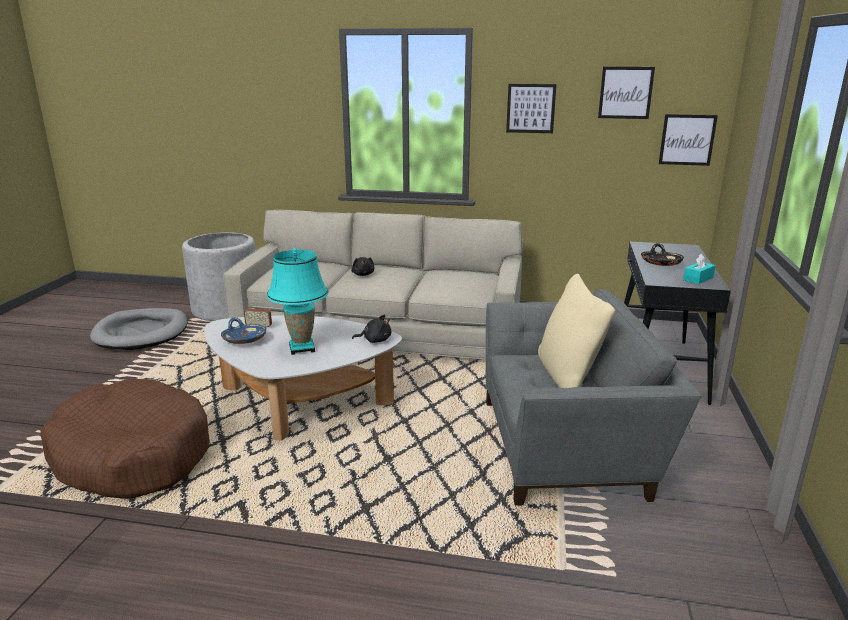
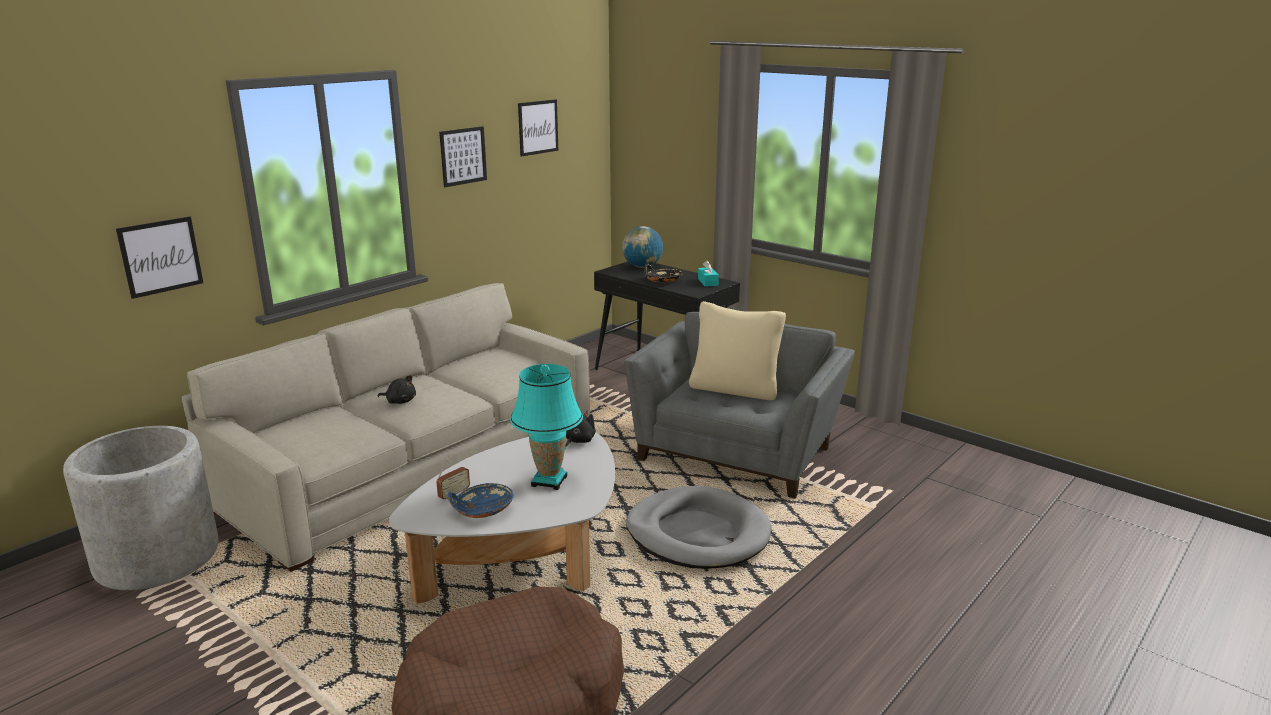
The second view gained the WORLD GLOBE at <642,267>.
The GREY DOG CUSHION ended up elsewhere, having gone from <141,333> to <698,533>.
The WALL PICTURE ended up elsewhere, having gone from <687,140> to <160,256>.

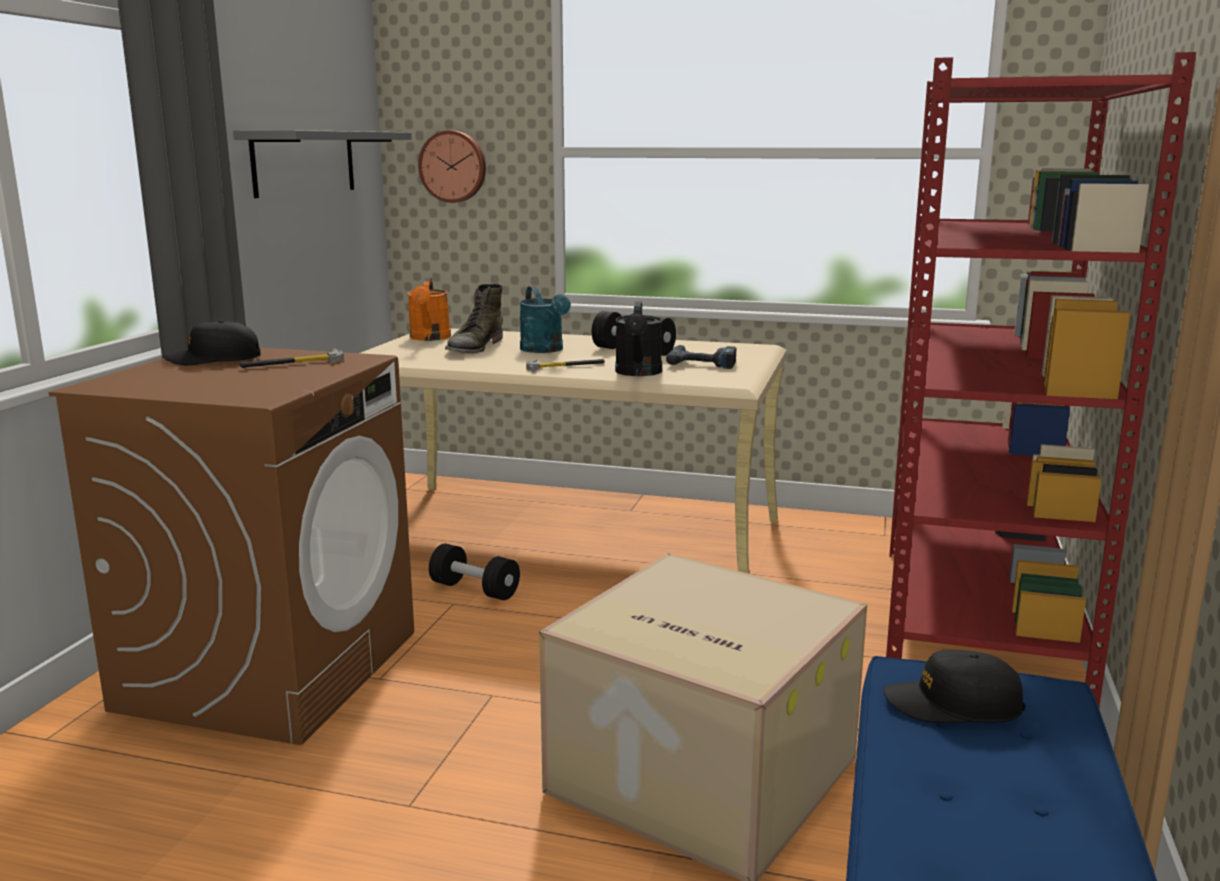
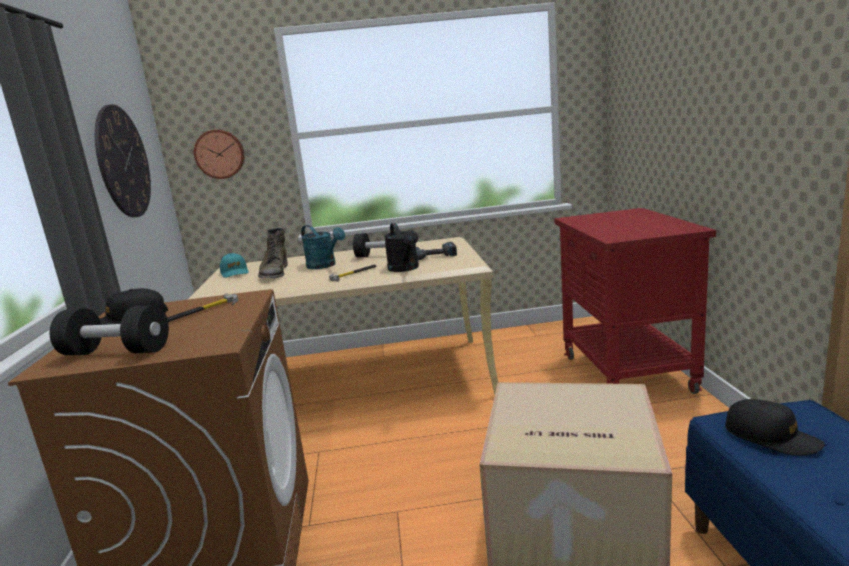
The BLACKISH DUMBBELL ended up elsewhere, having gone from <474,590> to <116,352>.
Where the GREY BRACKET SHELF hung at <304,162>, the HANGING CLOCK came to hang at <123,162>.
Where the ORANGE SPRINKLING CAN stood at <429,338>, the TURQUOISE CAP came to stand at <235,272>.
Where the REDDISH BOOKSHELF stood at <975,623>, the REDDISH CART came to stand at <627,375>.
The BLACKISH CAP at <952,705> ended up facing another way, 120 degrees counterclockwise from before.

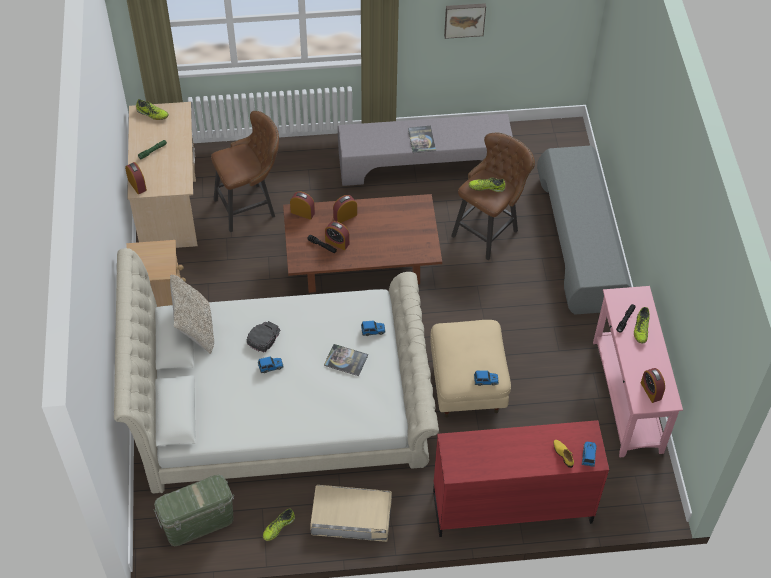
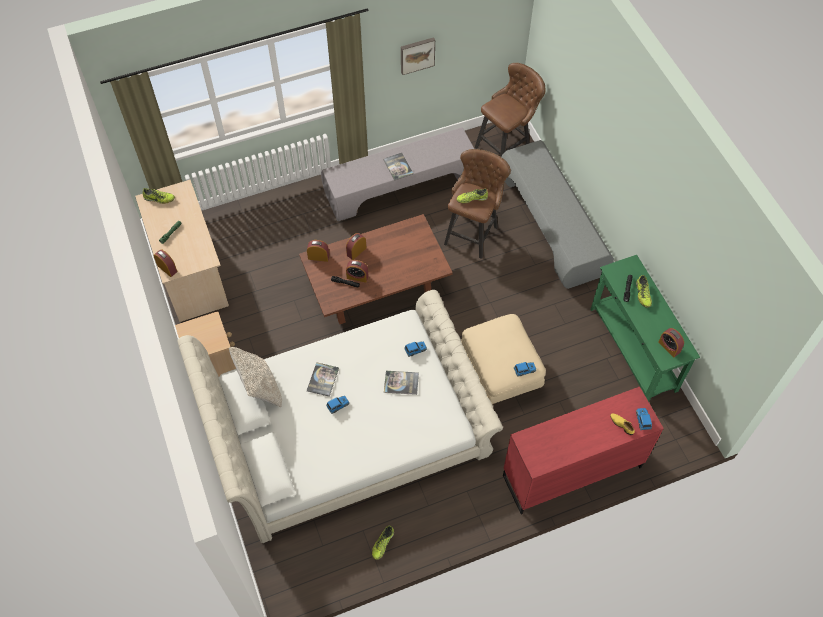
The second view lost the GREEN-COLOURED STORAGE CONTAINER at <198,522>.
The second view lost the BEIGE STORAGE CONTAINER at <351,517>.
The BROWN-COLOURED STOOL ended up elsewhere, having gone from <251,205> to <507,145>.
Where the BLACKISH CAP stood at <263,337>, the VOLUME came to stand at <322,379>.
What was the PINK HALL TABLE at <627,397> turned into the GREEN-COLOURED HALL TABLE at <633,349>.

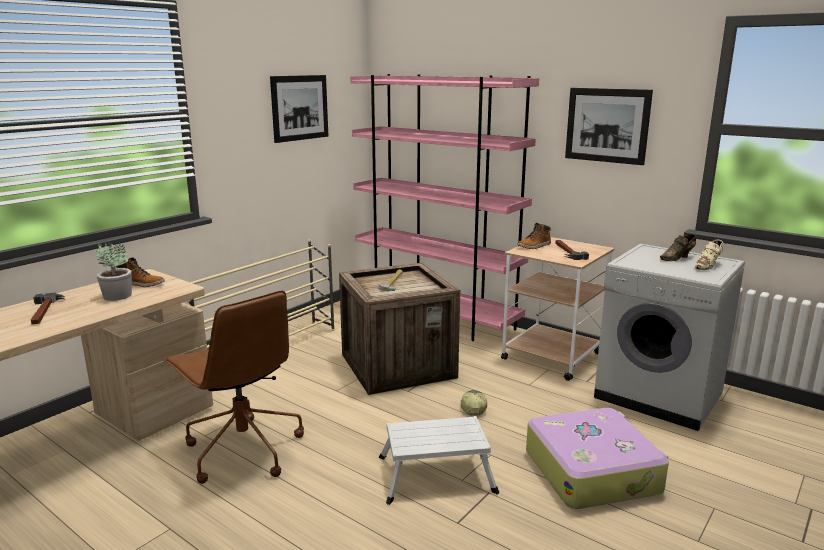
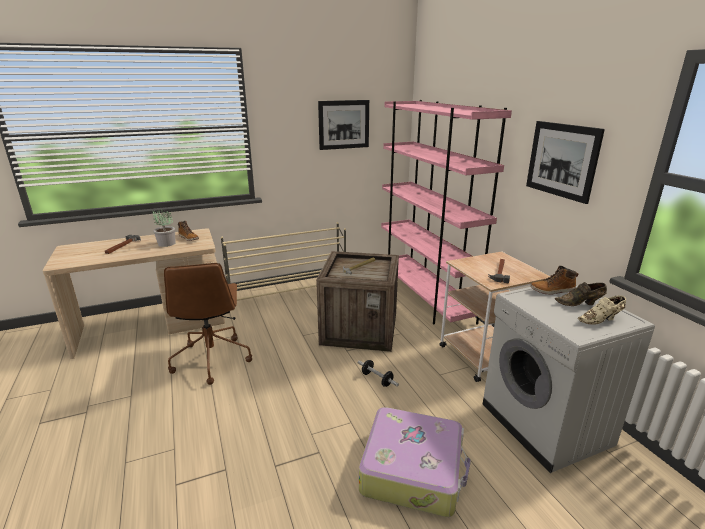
The second view lost the WHITISH STEPLADDER at <437,474>.
The BOOT ended up elsewhere, having gone from <534,246> to <552,290>.
Where the CAP stood at <472,407>, the DUMBBELL came to stand at <377,379>.

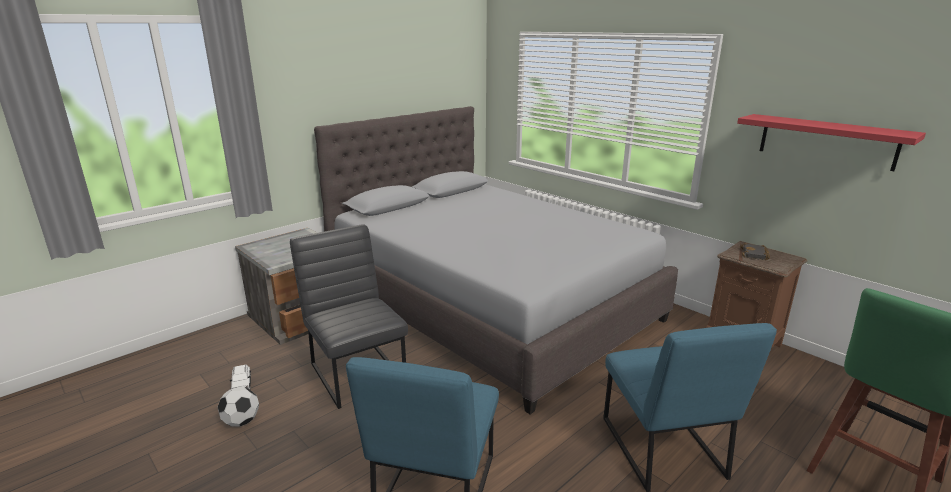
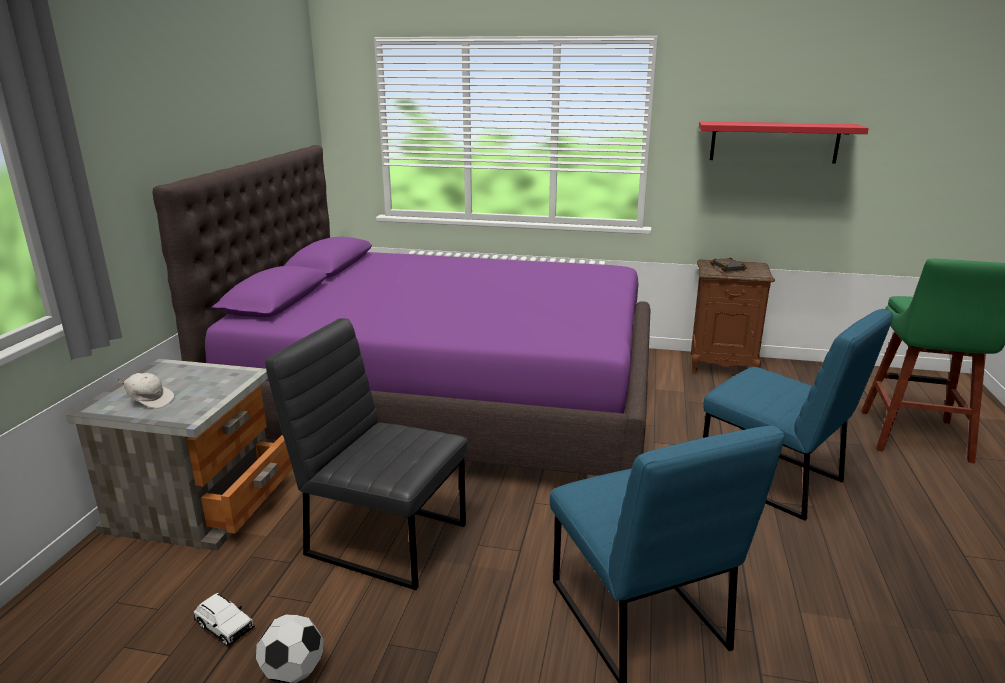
The second view gained the WHITISH CAP at <150,401>.
What was the GREY BEDROOM BED at <489,302> turned into the PURPLE BEDROOM BED at <446,401>.

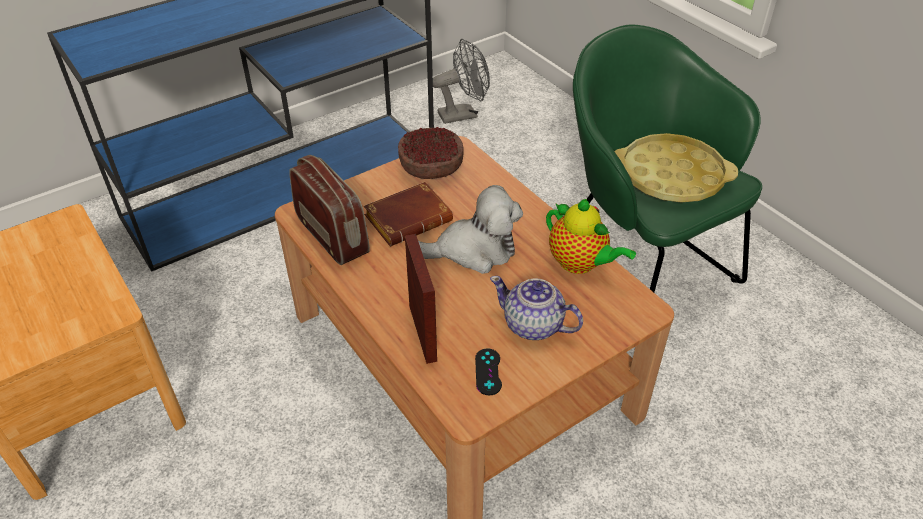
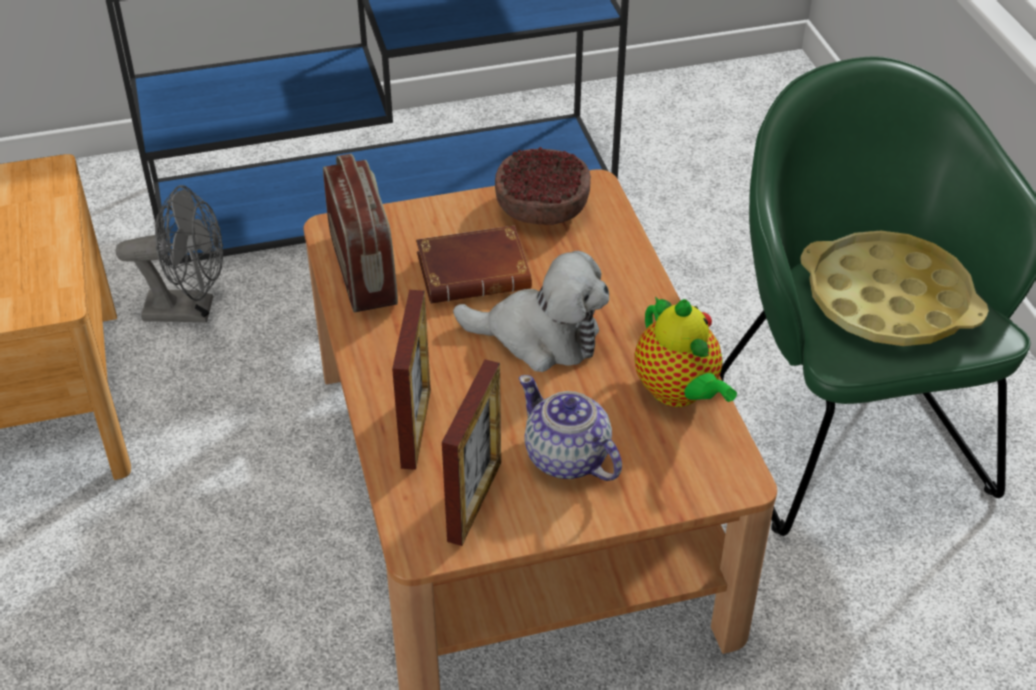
The GREY FAN ended up elsewhere, having gone from <463,114> to <190,310>.
Where the BLACKISH JOYPAD stood at <488,372>, the PICTURE FRAME came to stand at <474,501>.

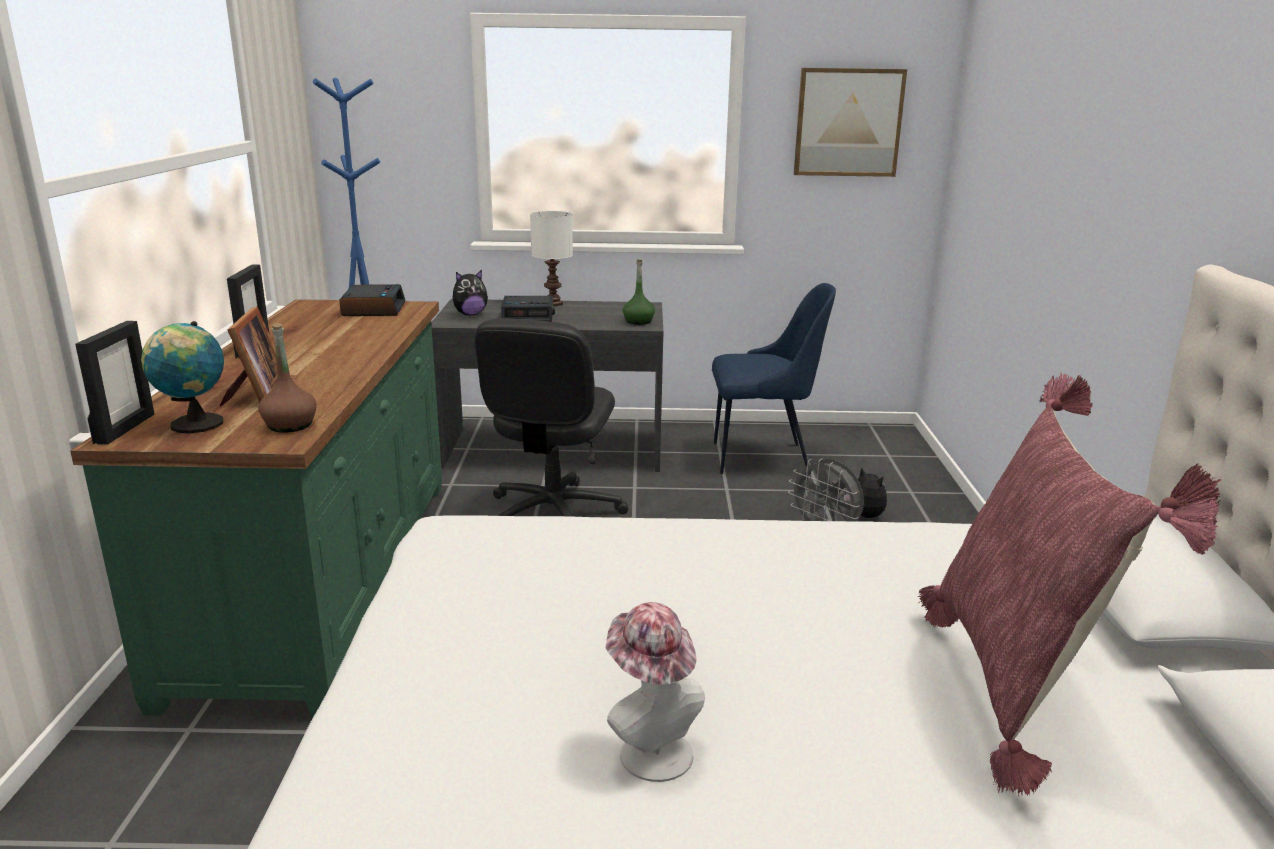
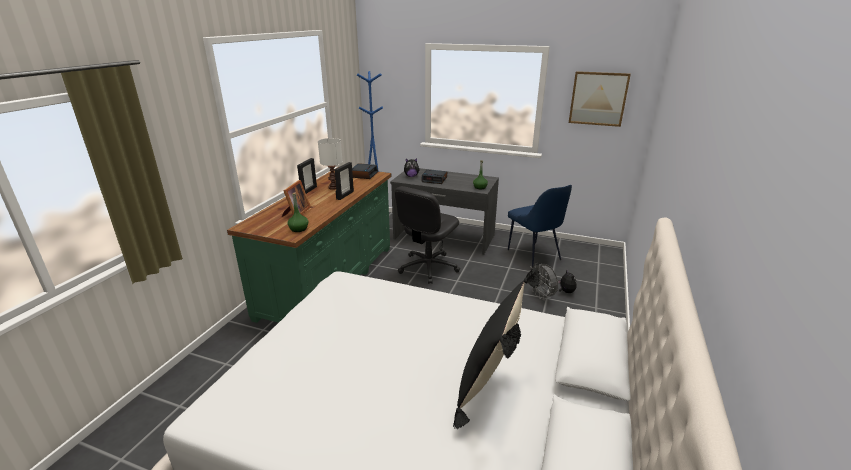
The second view lost the WORLD GLOBE at <193,425>.
The second view lost the WEARABLE HAT at <649,749>.
The PICTURE FRAME ended up elsewhere, having gone from <125,428> to <345,195>.
The WHITISH TABLE LAMP ended up elsewhere, having gone from <553,303> to <334,187>.
What was the BROWN-COLOURED BOTTLE at <290,425> turned into the GREEN-COLOURED BOTTLE at <299,229>.
What was the REDDISH CUSHION at <1016,701> turned into the BLACKISH CUSHION at <493,394>.
The BLUISH UPRIGHT CHAIR at <761,458> ended up facing another way, 45 degrees clockwise from before.

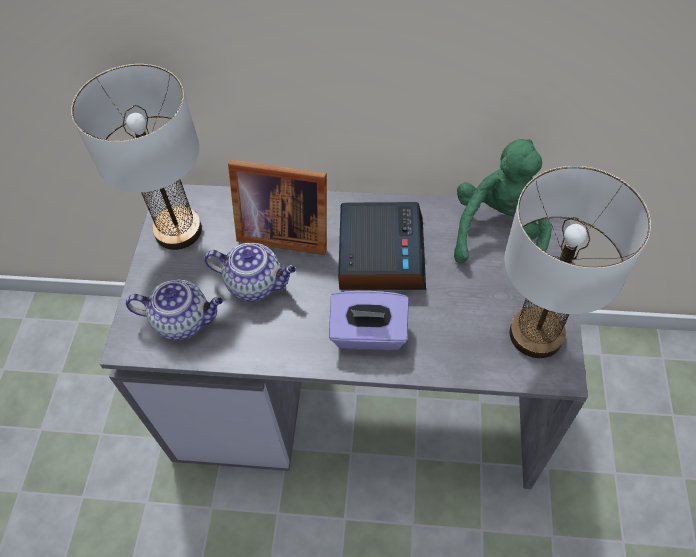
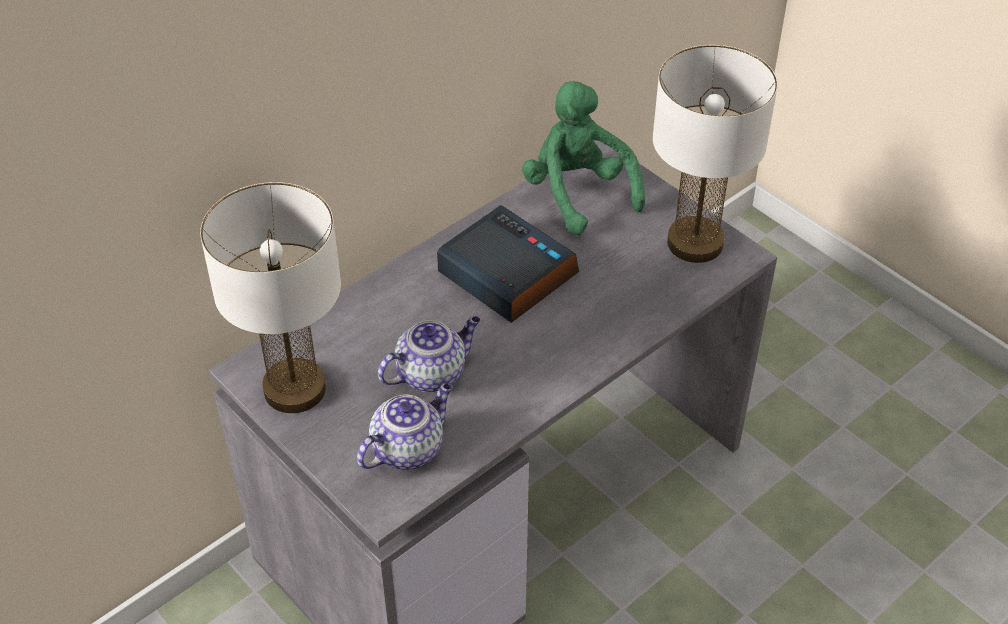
The second view lost the PICTURE FRAME at <282,230>.
The second view lost the PURPLE TISSUE BOX at <369,334>.

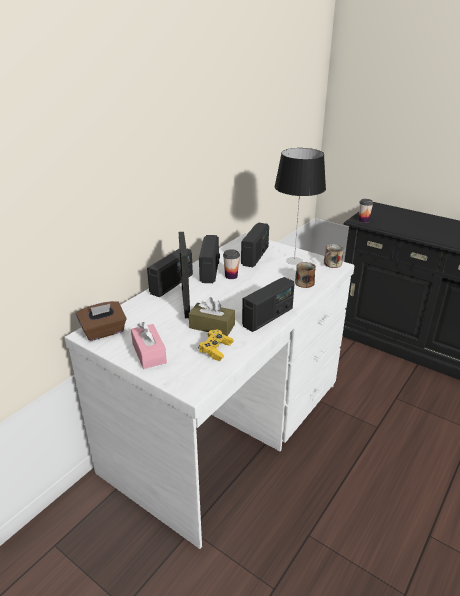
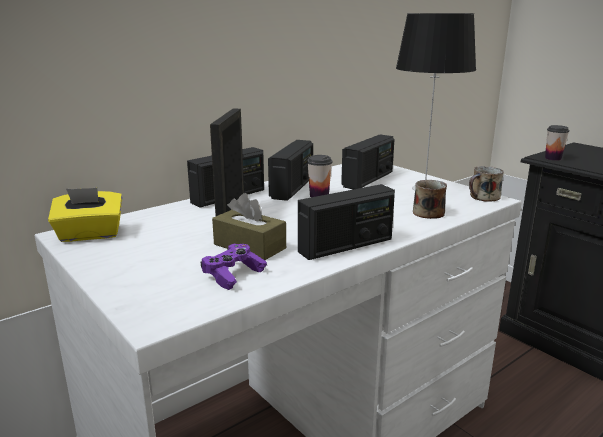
The second view lost the PINK TISSUE BOX at <149,353>.
What was the BROWN-COLOURED TISSUE BOX at <104,332> turned into the YELLOWISH TISSUE BOX at <90,235>.
What was the YELLOWISH JOYPAD at <216,350> turned into the PURPLE JOYPAD at <233,275>.

